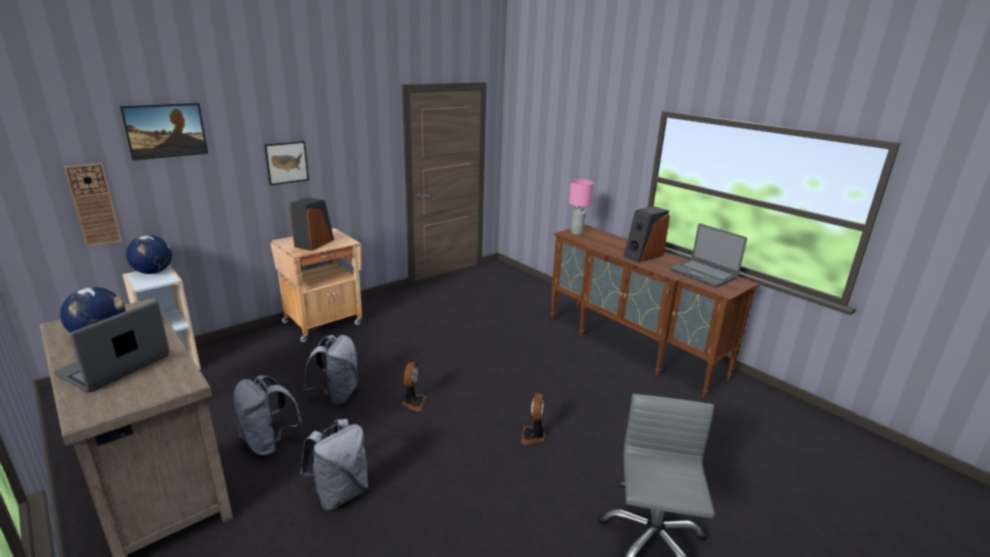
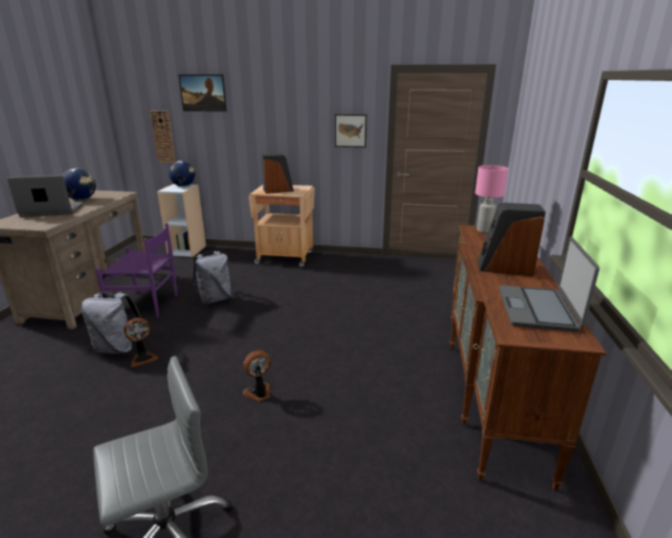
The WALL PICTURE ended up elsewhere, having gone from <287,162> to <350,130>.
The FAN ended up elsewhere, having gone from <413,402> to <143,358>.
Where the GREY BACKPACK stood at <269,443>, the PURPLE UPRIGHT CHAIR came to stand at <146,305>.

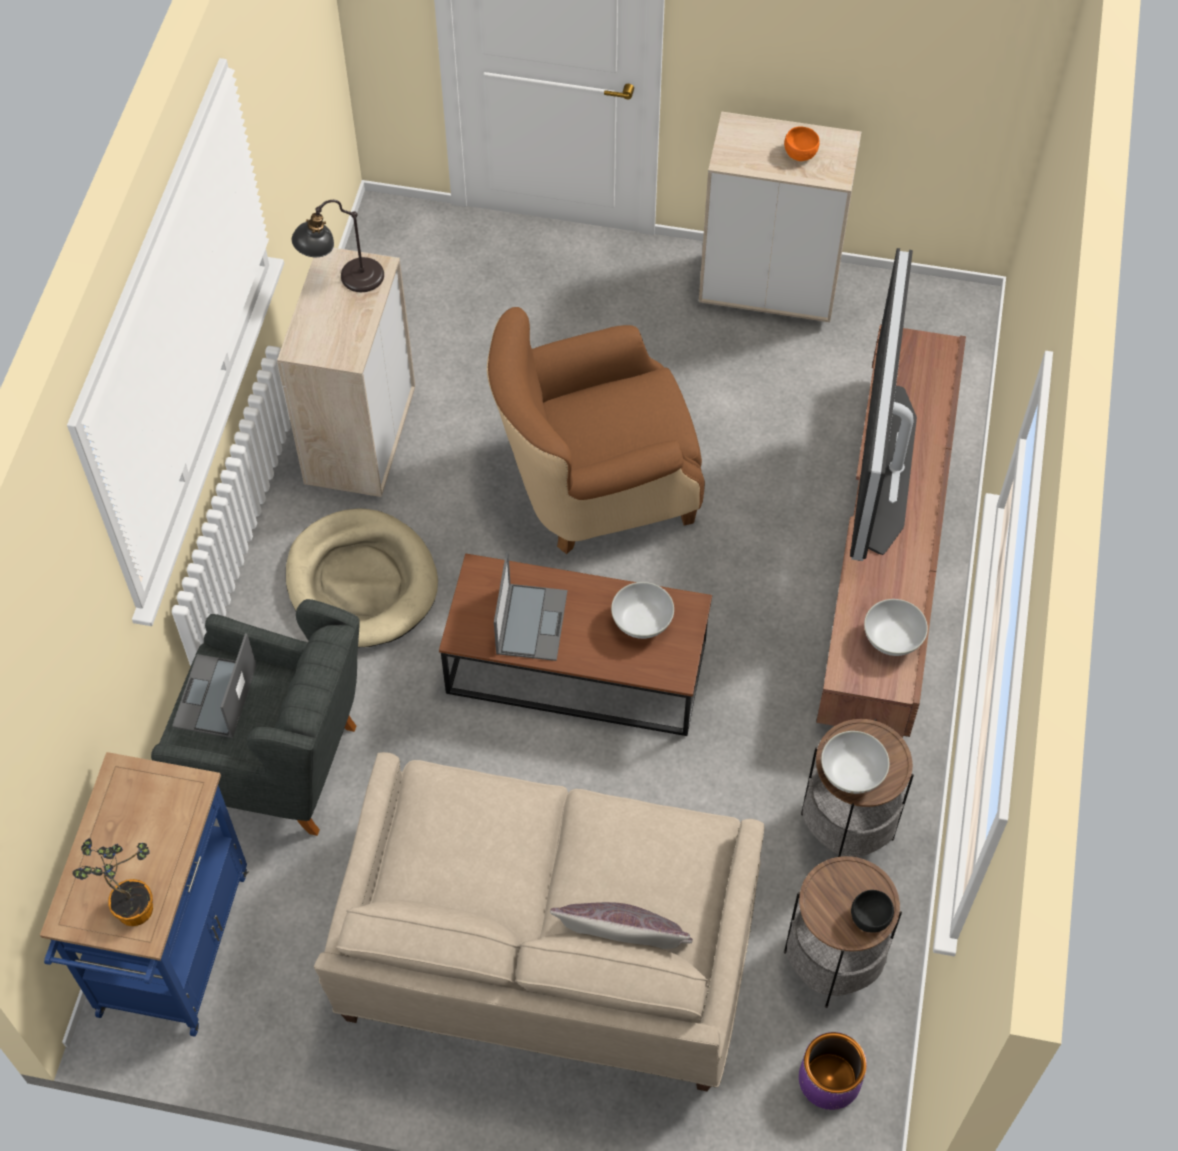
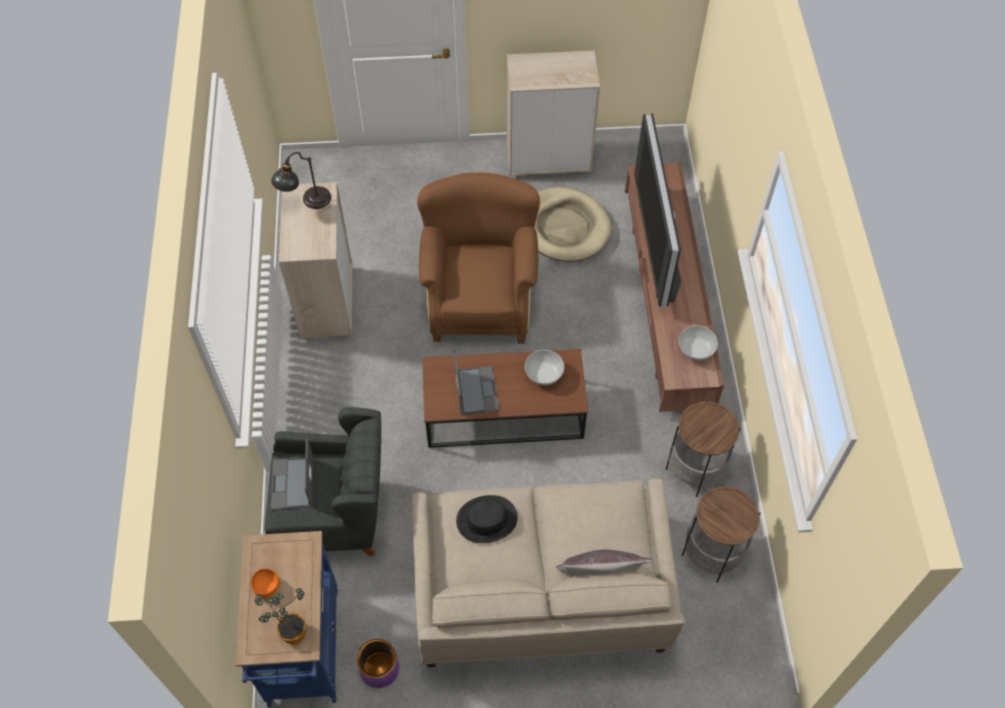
The second view lost the WHITISH SERVING BOWL at <851,773>.
The second view lost the BLACKISH SERVING BOWL at <870,917>.
The second view gained the BLACKISH WEARABLE HAT at <487,520>.
The BEIGE DOG CUSHION ended up elsewhere, having gone from <361,582> to <564,227>.
The ORANGE SERVING BOWL ended up elsewhere, having gone from <800,153> to <267,587>.
The PURPLE PLANTER ended up elsewhere, having gone from <829,1080> to <379,669>.
The BROWN-COLOURED EASY CHAIR at <595,484> ended up facing another way, 120 degrees clockwise from before.

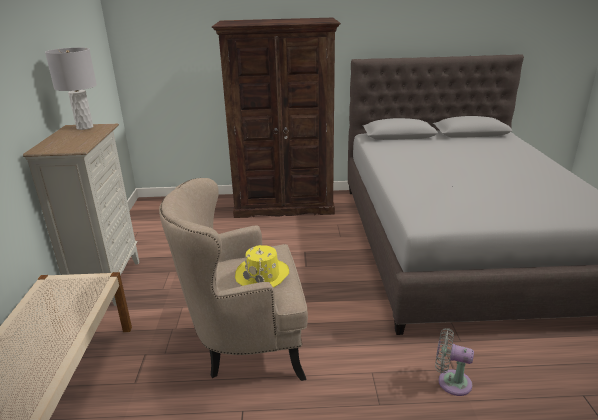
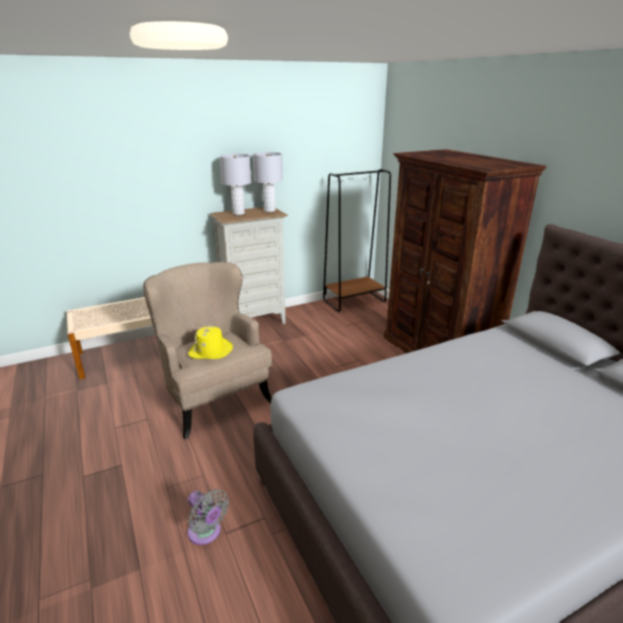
The second view gained the GREY TABLE LAMP at <238,213>.
The second view gained the CLOTHES RACK at <354,301>.
The GREY FAN at <450,382> ended up facing another way, 135 degrees clockwise from before.

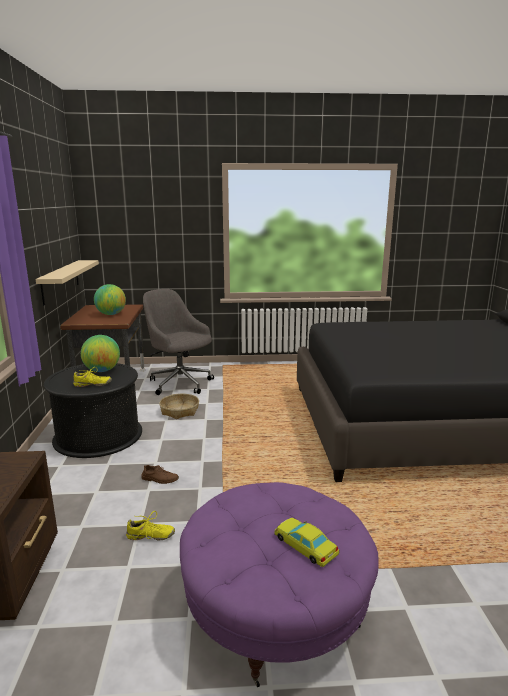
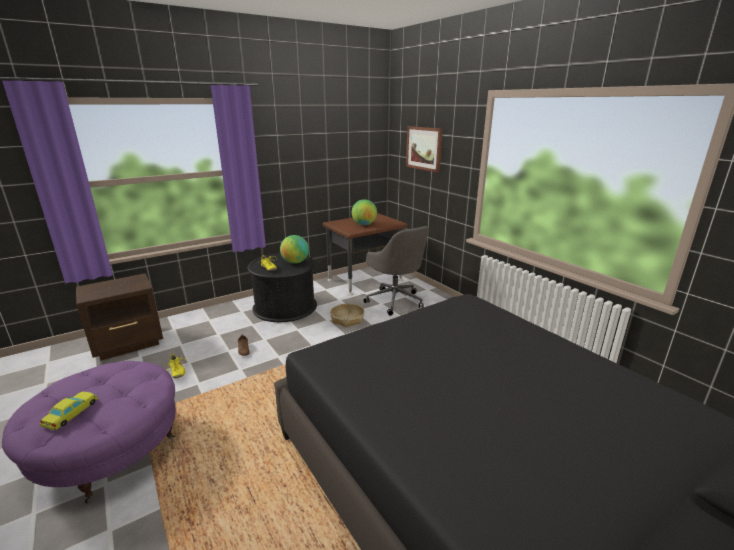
The second view lost the BEIGE BRACKET SHELF at <60,281>.
The second view gained the WALL PICTURE at <424,148>.
The GREY DESK CHAIR at <179,383> ended up facing another way, 135 degrees clockwise from before.

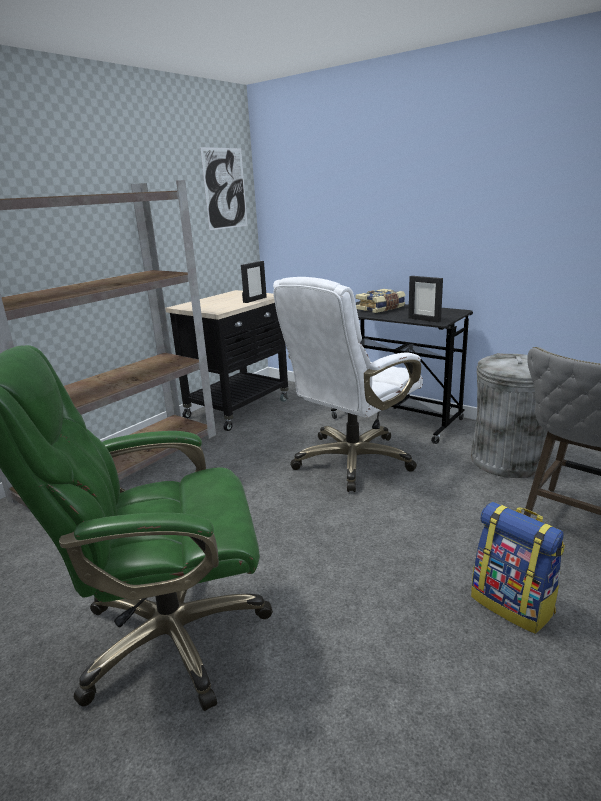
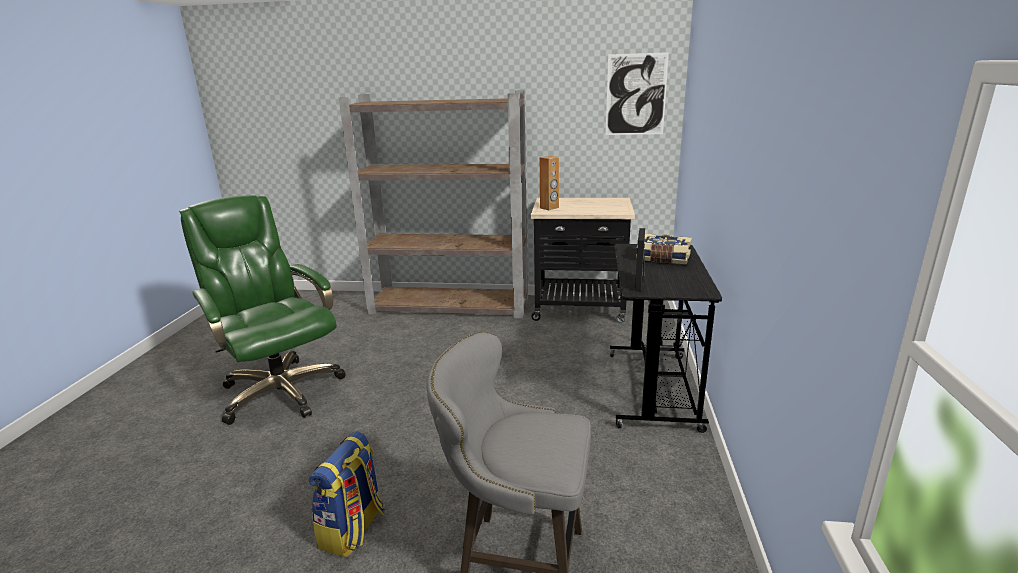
The second view lost the PICTURE FRAME at <255,300>.
The second view lost the WHITISH DESK CHAIR at <352,460>.
The second view lost the GREY WASTE BIN at <507,460>.
The second view gained the BROWN-COLOURED AUDIO SPEAKER at <549,208>.

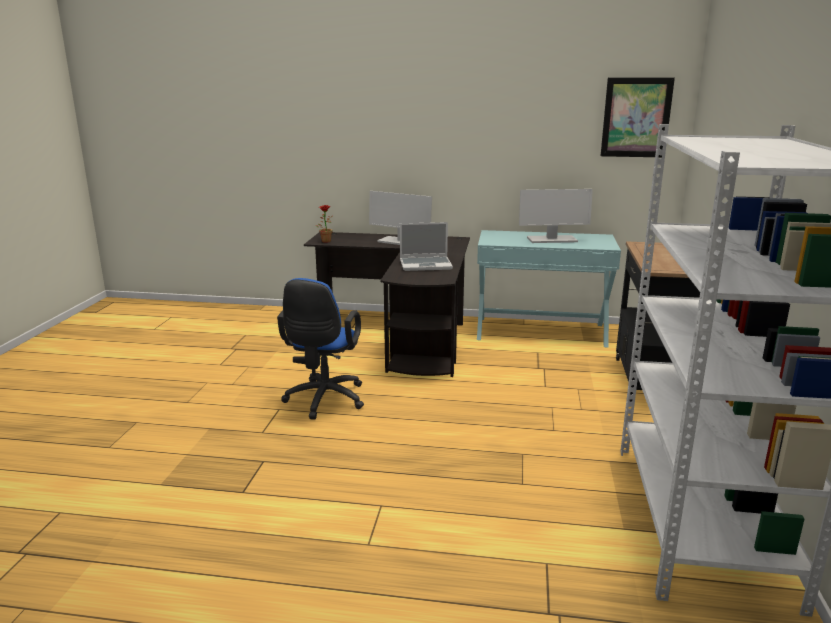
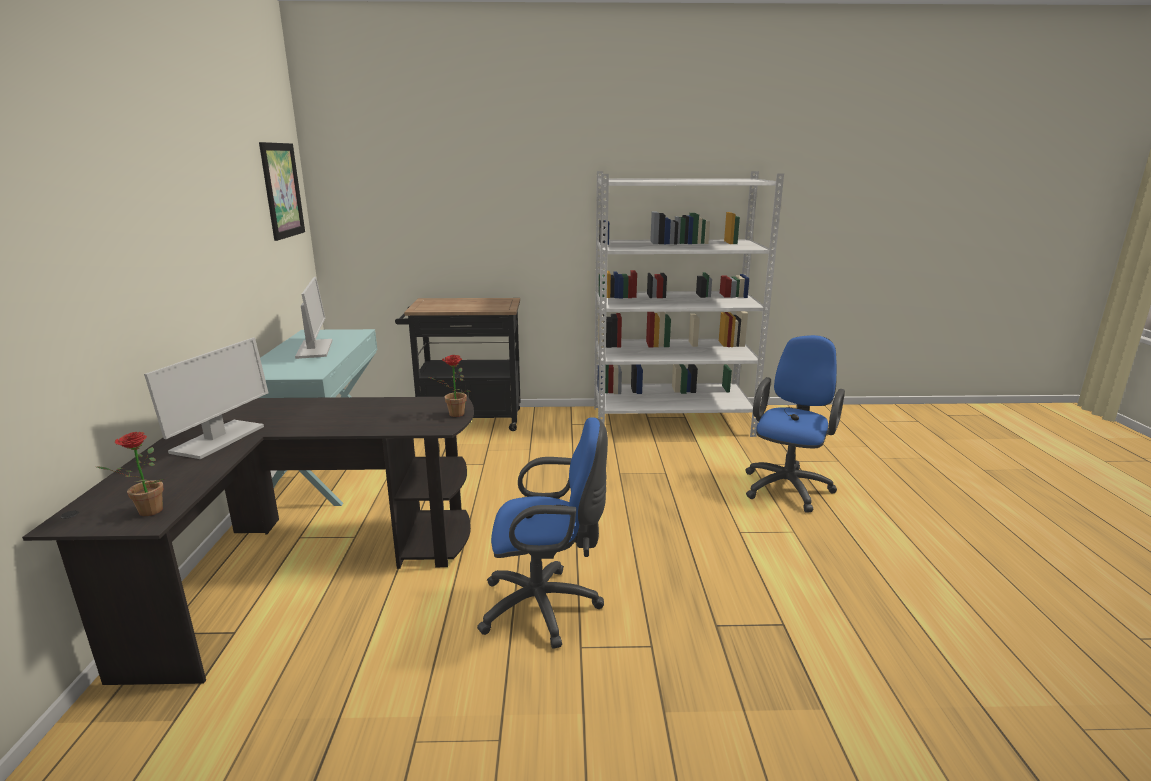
The second view lost the LAPTOP at <426,265>.
The second view gained the POTTED PLANT at <453,414>.
The second view gained the BLUISH DESK CHAIR at <788,486>.

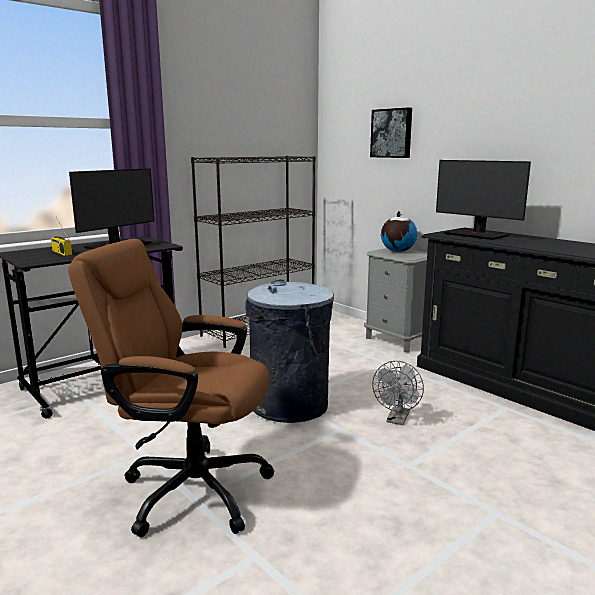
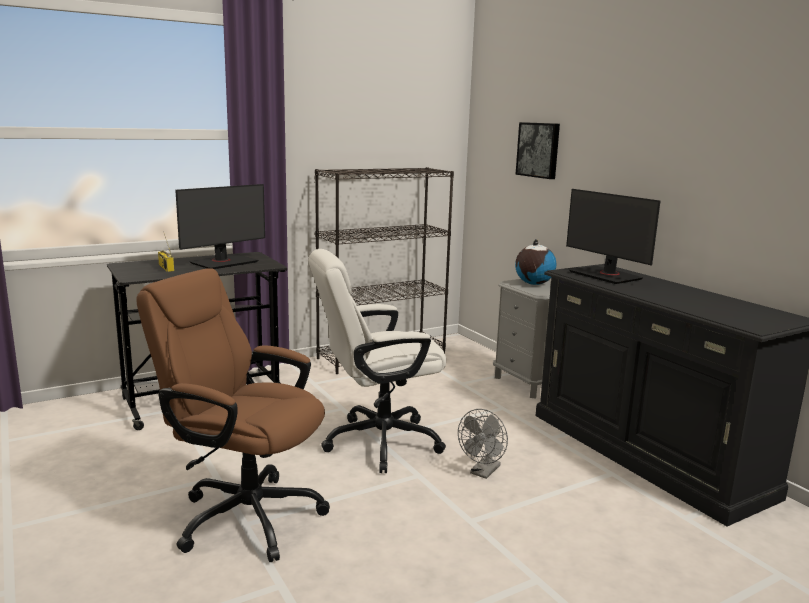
Where the GREY WASTE BIN stood at <289,405>, the WHITISH DESK CHAIR came to stand at <376,444>.

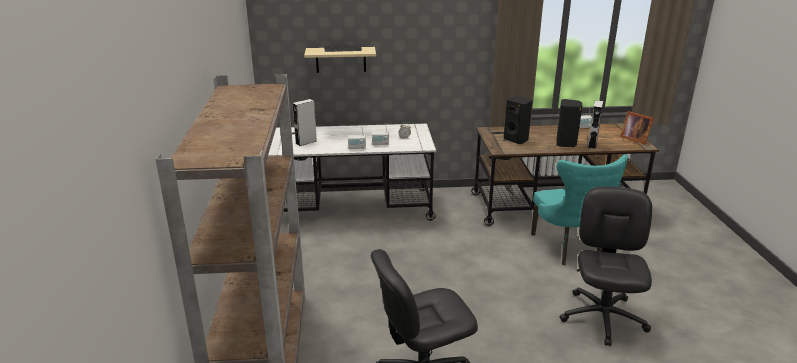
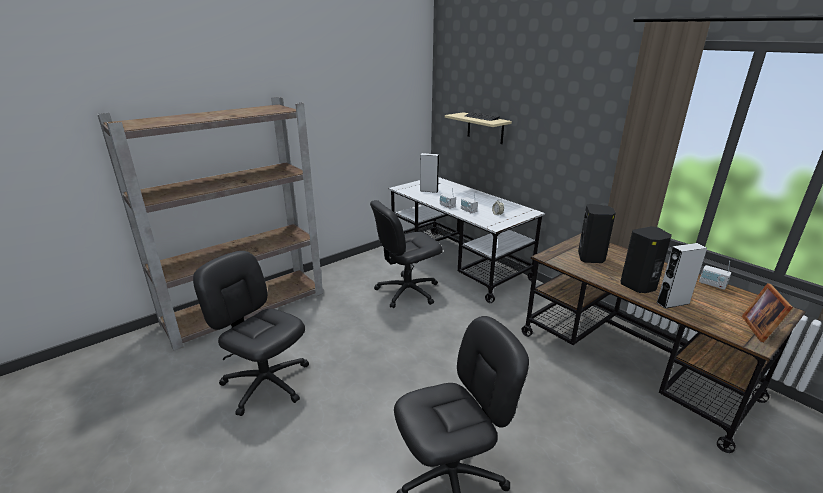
The second view lost the TURQUOISE UPRIGHT CHAIR at <570,248>.
The second view gained the BLACKISH DESK CHAIR at <407,291>.

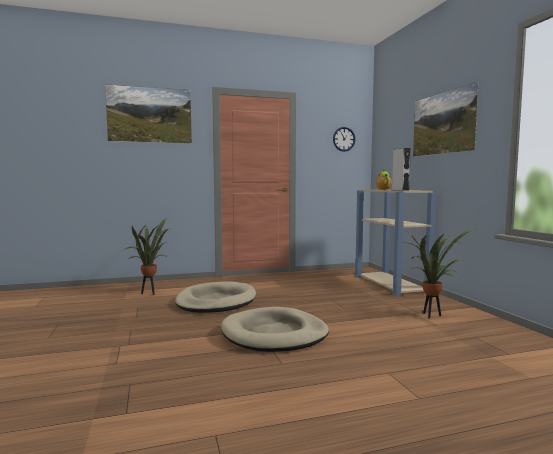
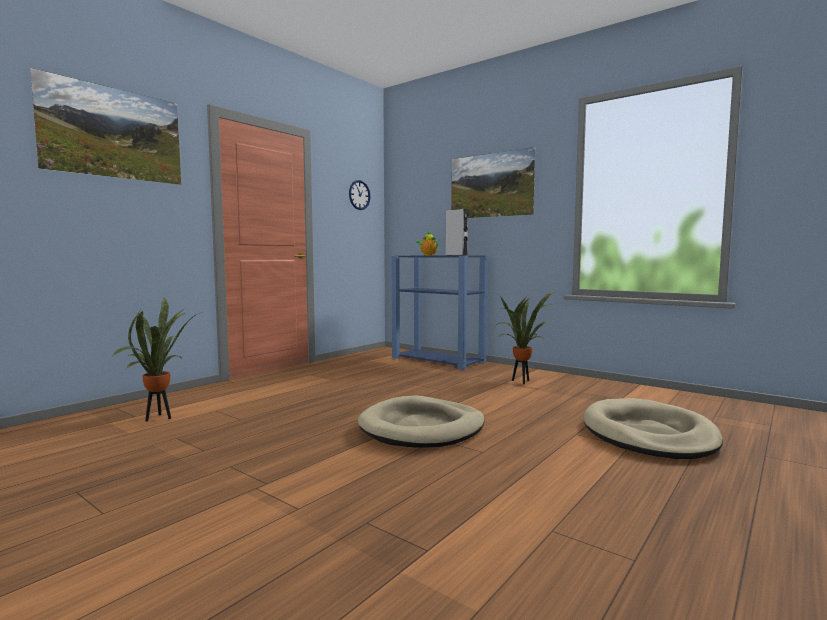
The BEIGE DOG CUSHION ended up elsewhere, having gone from <216,301> to <648,434>.
What was the BEIGE BOOKSHELF at <390,284> turned into the BLUISH BOOKSHELF at <438,360>.

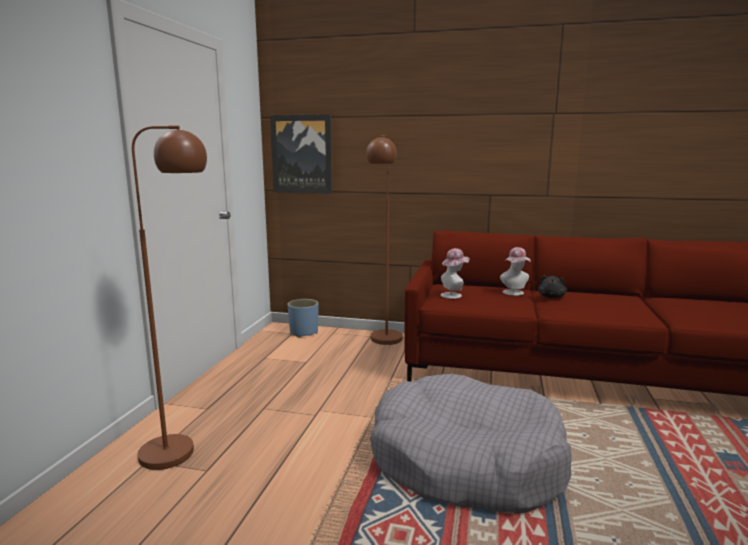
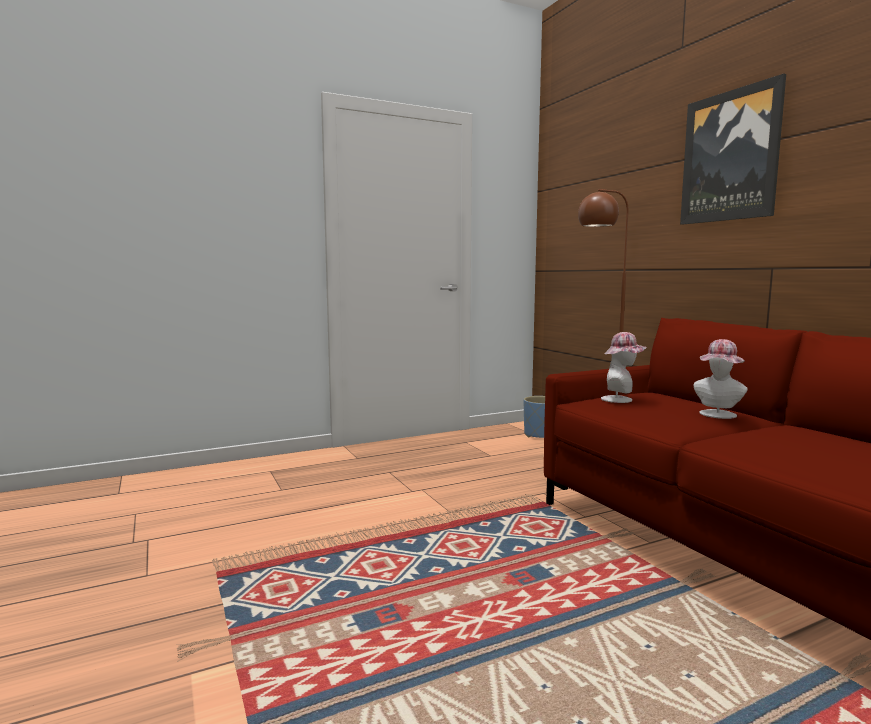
The second view lost the BROWN-COLOURED FLOOR LAMP at <182,455>.
The second view lost the GREY DOG CUSHION at <466,461>.
The second view lost the BLACKISH SOFT TOY at <551,297>.
The WALL PICTURE ended up elsewhere, having gone from <302,154> to <730,156>.

